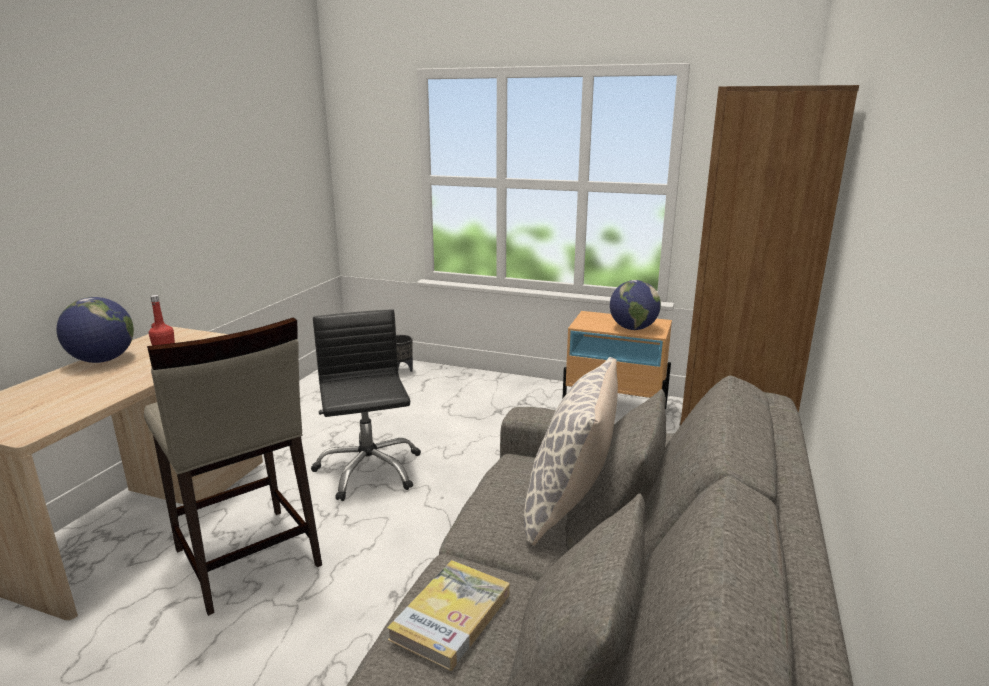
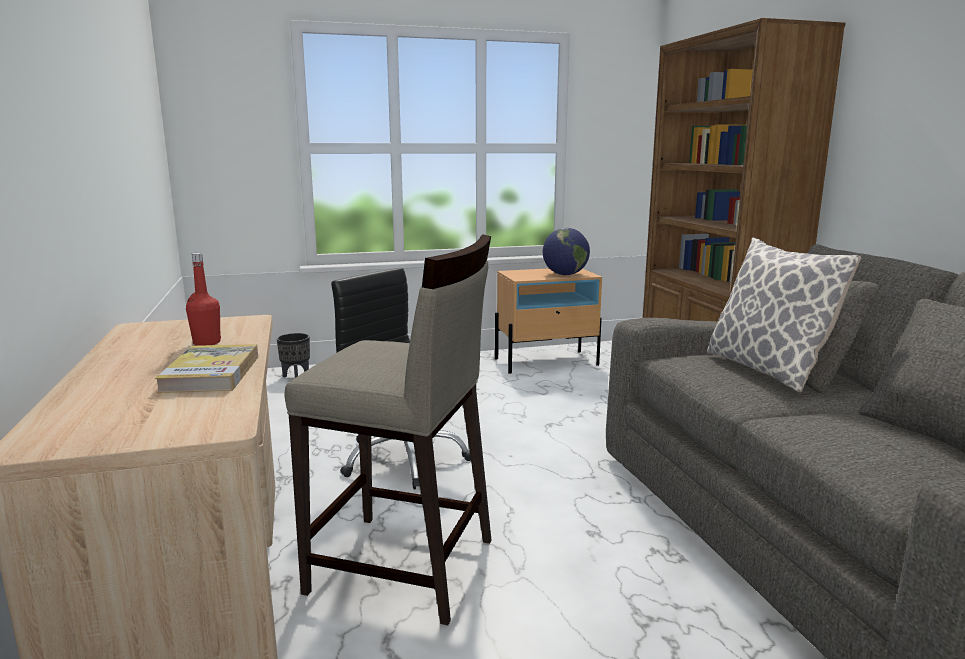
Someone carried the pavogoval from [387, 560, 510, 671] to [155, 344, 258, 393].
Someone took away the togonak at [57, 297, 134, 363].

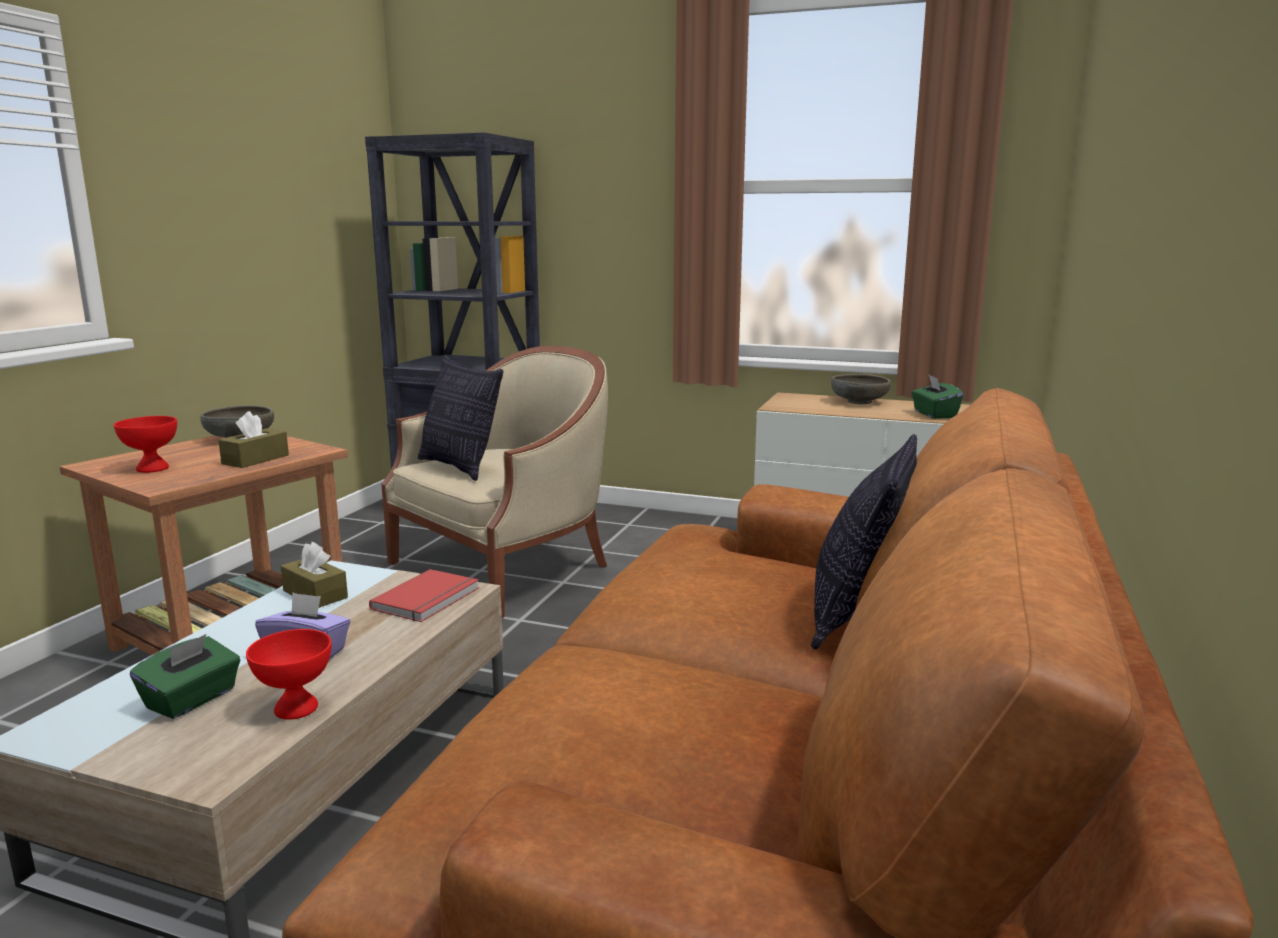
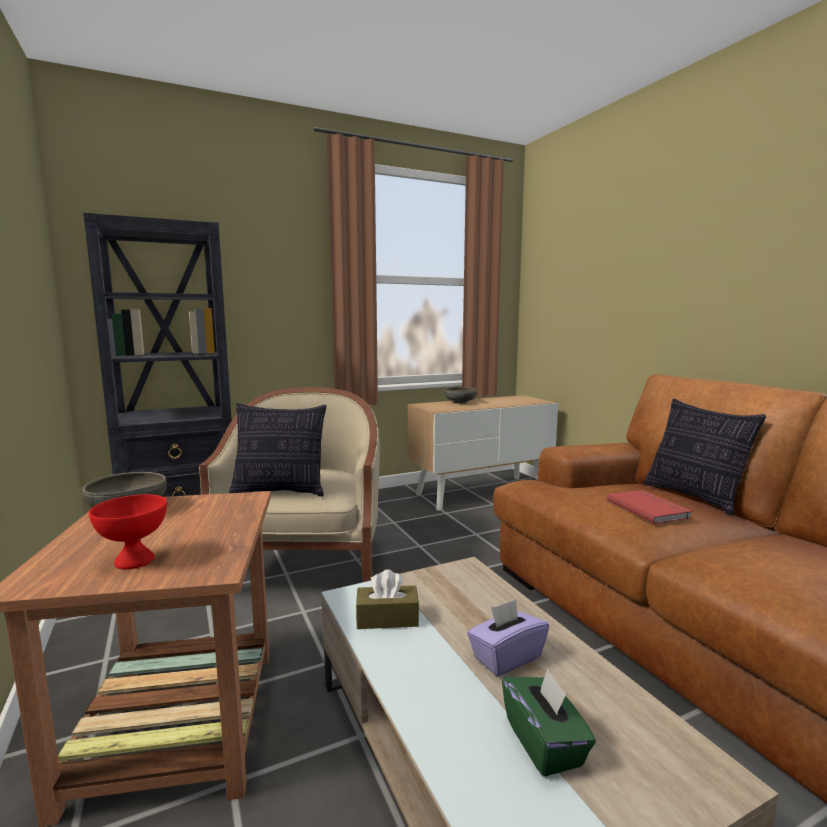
Someone carried the pavogoval (red) from [369, 569, 479, 622] to [607, 490, 693, 524].
Someone took away the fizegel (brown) at [218, 411, 289, 468].
Someone took away the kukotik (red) at [246, 629, 332, 720].
Someone took away the fizegel (green) at [911, 375, 963, 419].

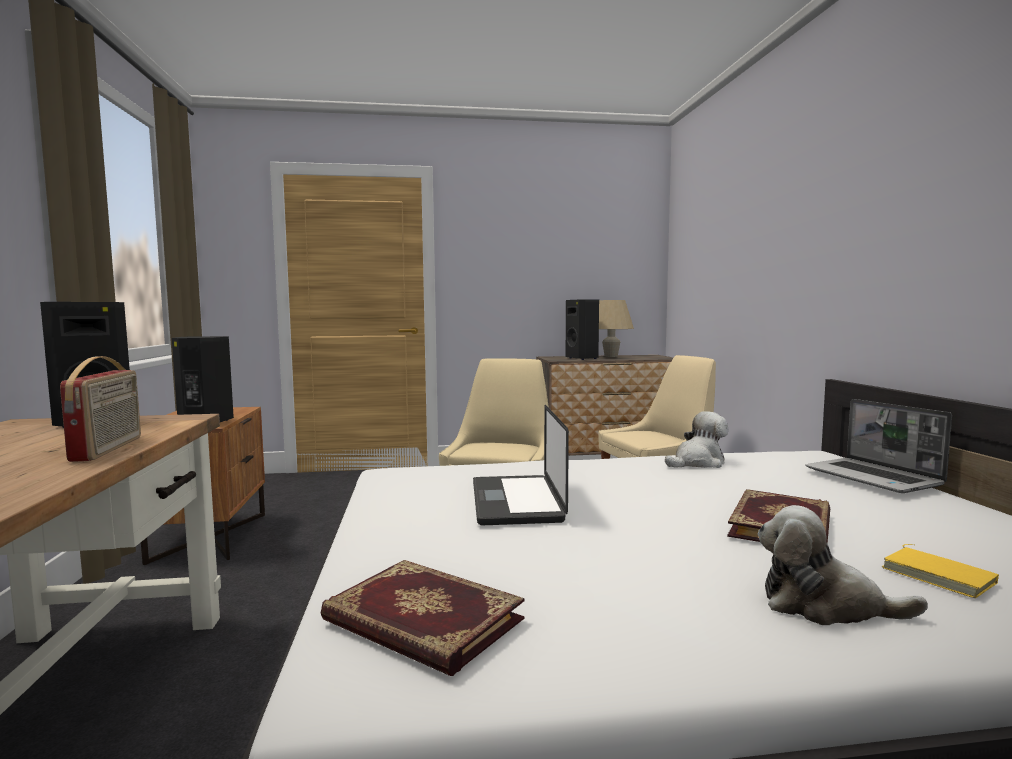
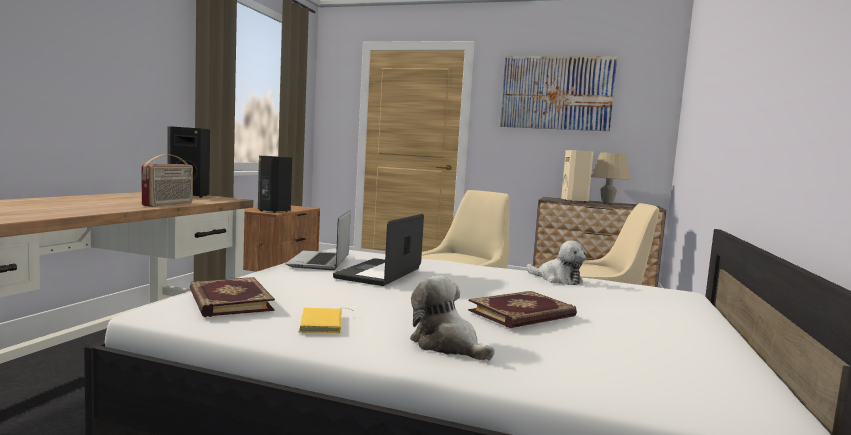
Someone carried the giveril from [805, 399, 952, 493] to [285, 210, 351, 270].
Someone carried the pavogoval (yellow) from [881, 544, 999, 598] to [299, 307, 354, 333].
Someone put up the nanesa at [500, 56, 617, 131].
Someone rotated the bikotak at [665, 411, 729, 468] by 45 degrees clockwise.
Someone repainted the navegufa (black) at [566, 299, 599, 360], which became the navegufa (beige) at [561, 150, 593, 202].

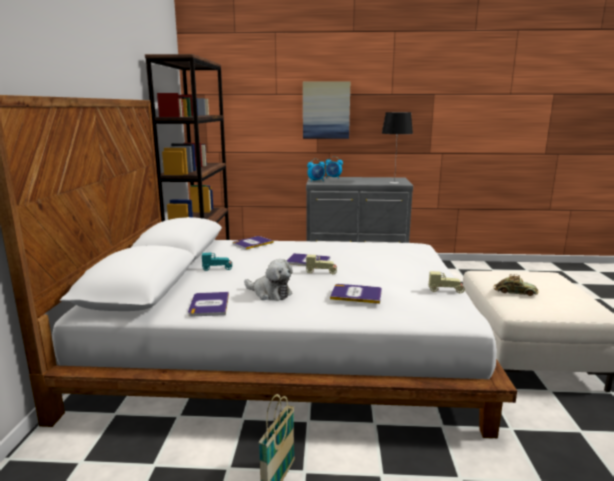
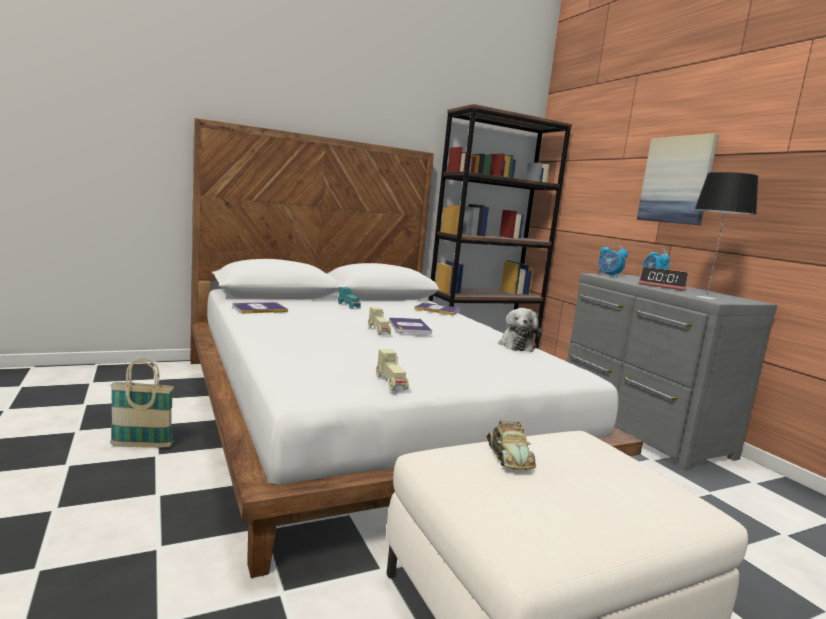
Someone carried the bikotak from [244, 259, 293, 301] to [498, 308, 542, 352].
Someone put down the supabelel at [639, 266, 689, 291].
Someone took away the pavogoval at [330, 284, 382, 304].

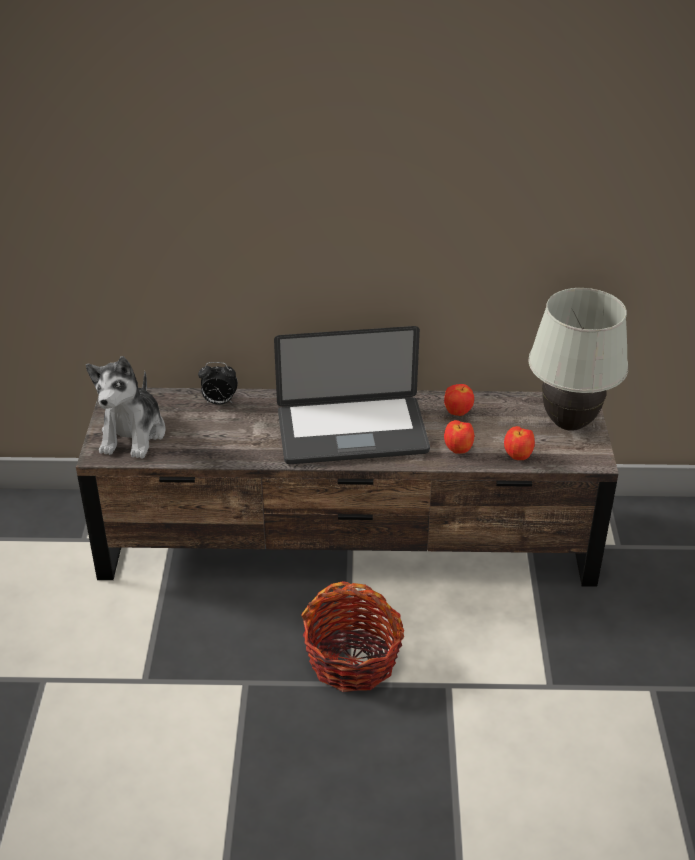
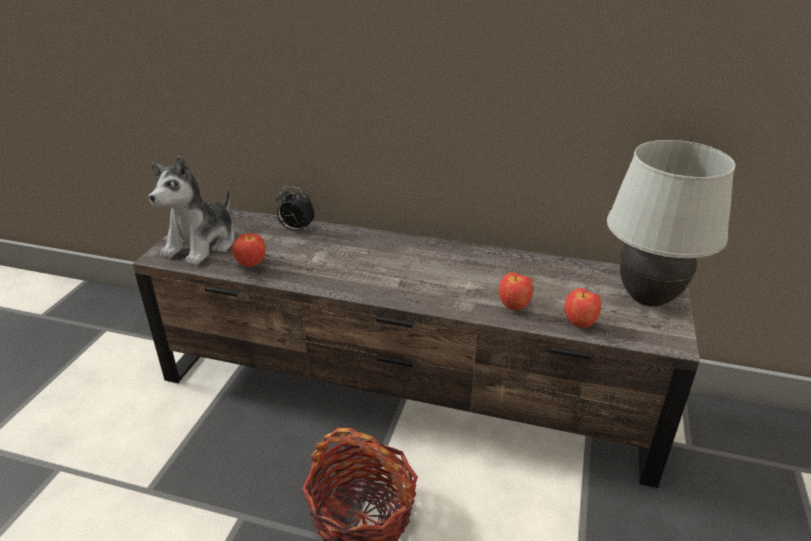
Someone carried the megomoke from [444, 384, 474, 416] to [232, 233, 266, 267].
Someone took away the giveril at [274, 326, 430, 464].

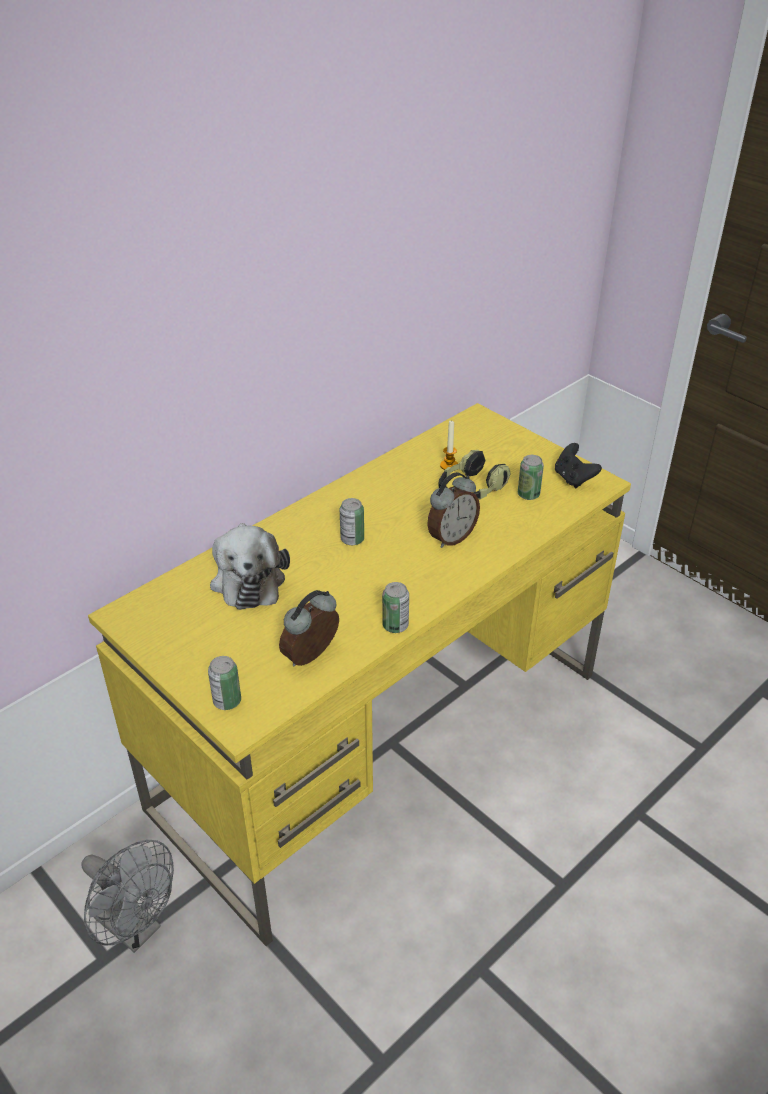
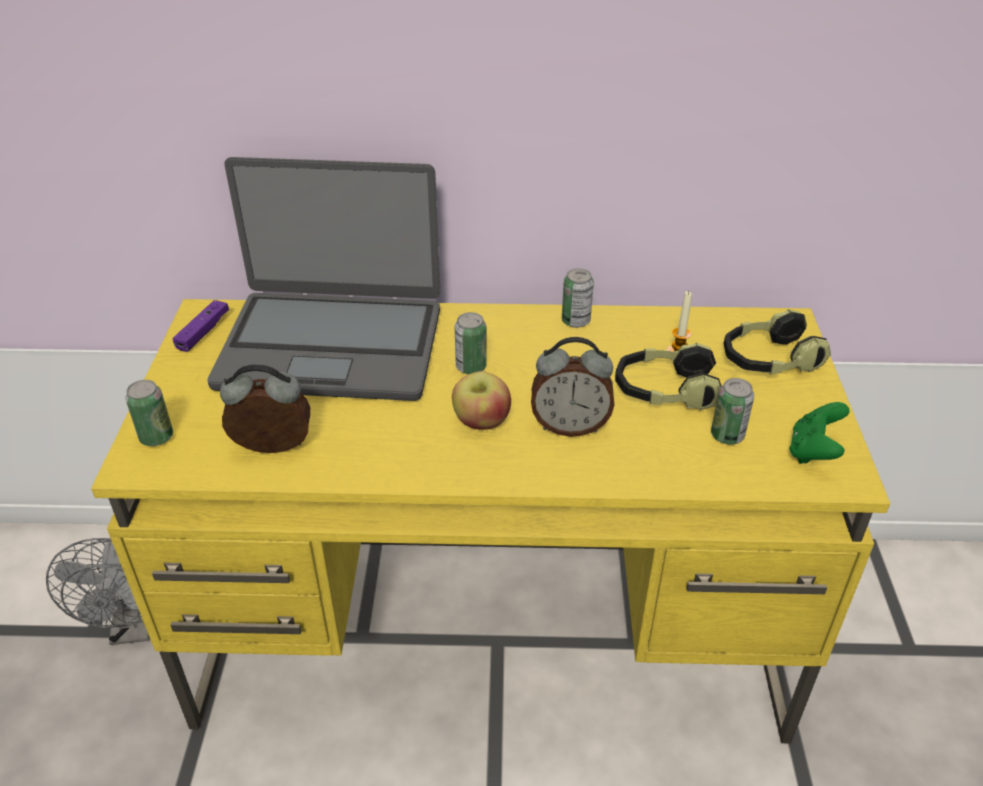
Someone put down the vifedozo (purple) at [172, 300, 229, 352].
Someone swapped the bikotak at [210, 523, 290, 610] for the giveril at [208, 157, 440, 401].
Someone put down the megomoke at [452, 371, 511, 430].
Someone carried the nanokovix from [382, 582, 409, 633] to [562, 268, 594, 328].
Someone put down the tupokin at [724, 309, 831, 374].
Someone repainted the vifedozo (black) at [555, 443, 602, 488], which became the vifedozo (green) at [789, 402, 850, 464].

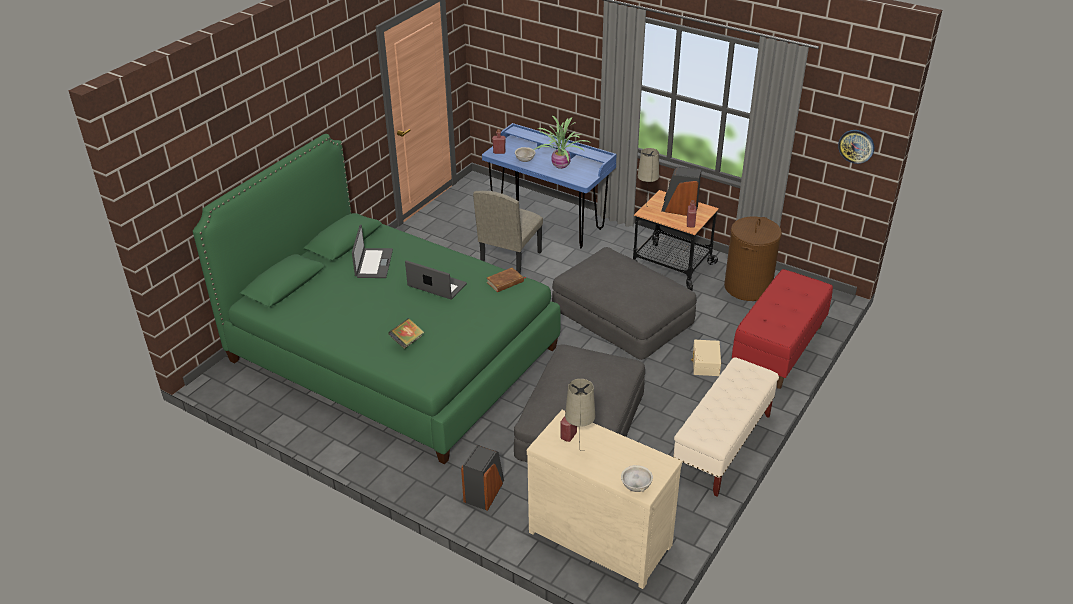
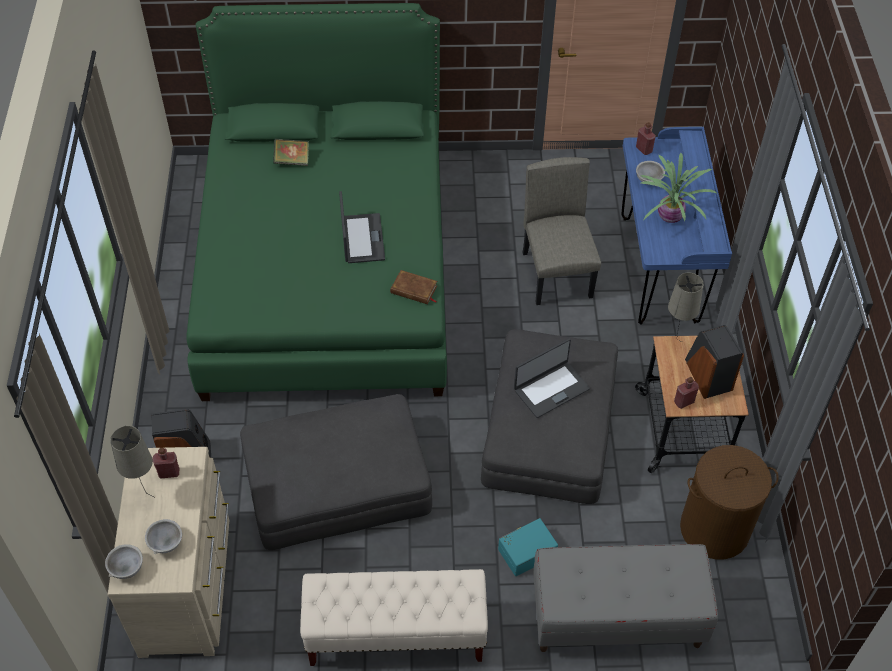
Someone put down the kukotik (grey) at [145, 519, 182, 554].
Someone carried the pavogoval from [388, 318, 424, 349] to [273, 139, 309, 166].
Someone repainted the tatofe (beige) at [691, 340, 721, 376], which became the tatofe (turquoise) at [498, 518, 558, 576].
Someone carried the giveril from [352, 225, 393, 278] to [514, 338, 590, 418].
Someone rotated the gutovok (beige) at [473, 191, 543, 274] by 90 degrees clockwise.
Someone repainted the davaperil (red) at [732, 269, 833, 389], which became the davaperil (grey) at [533, 544, 718, 652].
Someone took away the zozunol at [838, 130, 874, 164].

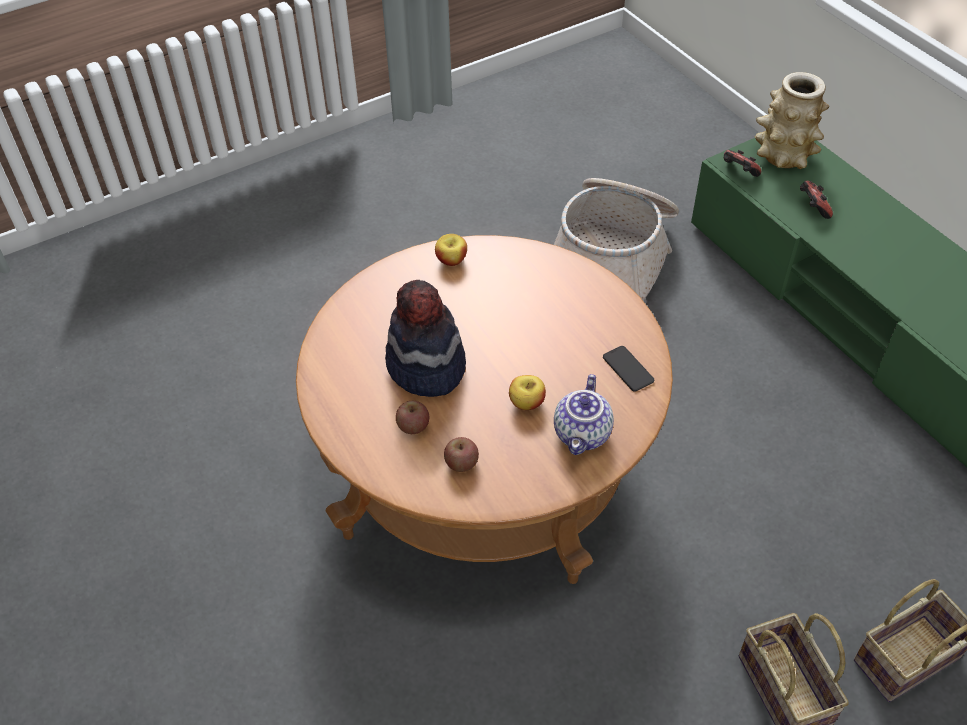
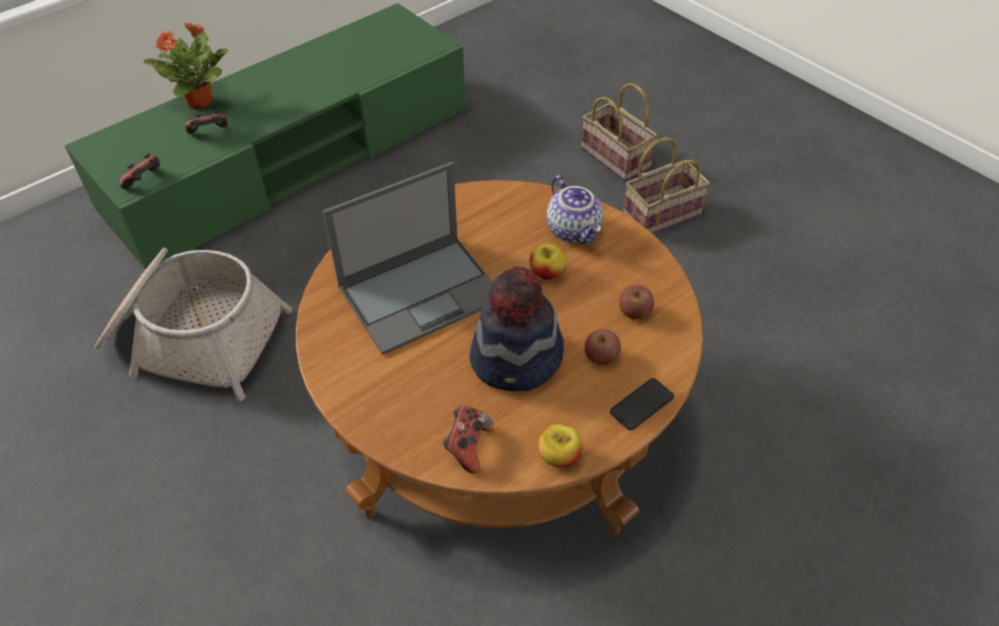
Someone put down the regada at [144, 22, 228, 110].
Someone put down the giveril at [323, 162, 493, 355].
Someone put down the vifedozo at [443, 406, 493, 474].
Someone carried the megomoke from [435, 234, 467, 266] to [538, 424, 583, 467].
Someone rotated the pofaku at [554, 374, 614, 455] by 60 degrees clockwise.
Someone carried the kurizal from [603, 346, 654, 392] to [610, 378, 674, 431].
Someone took away the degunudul at [754, 72, 829, 169].

